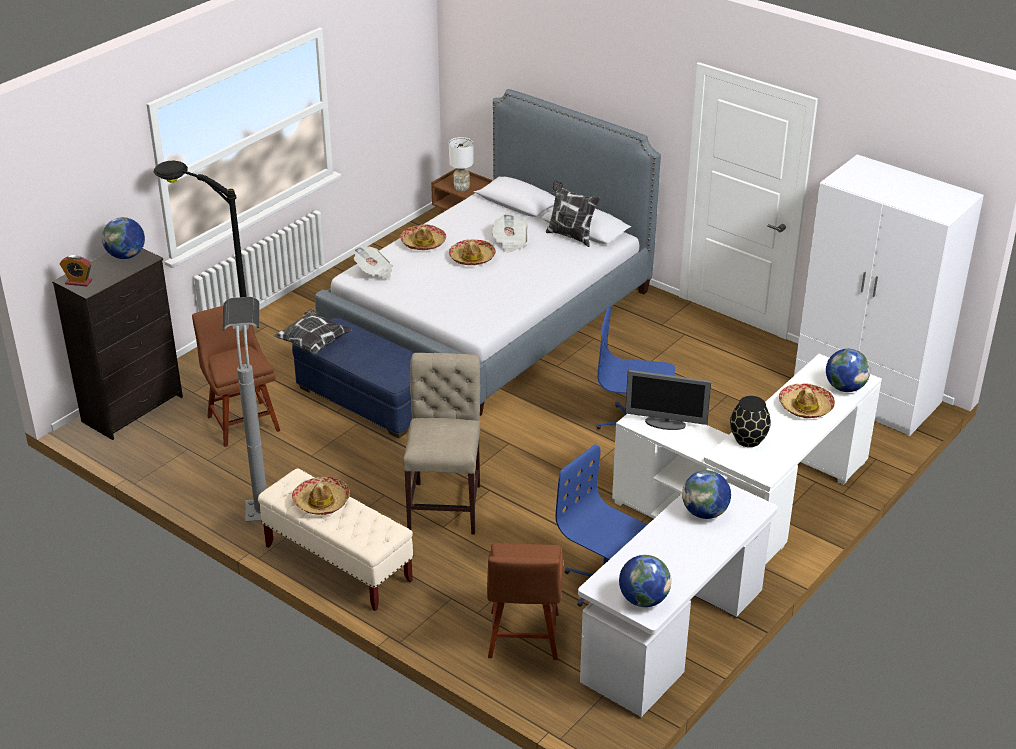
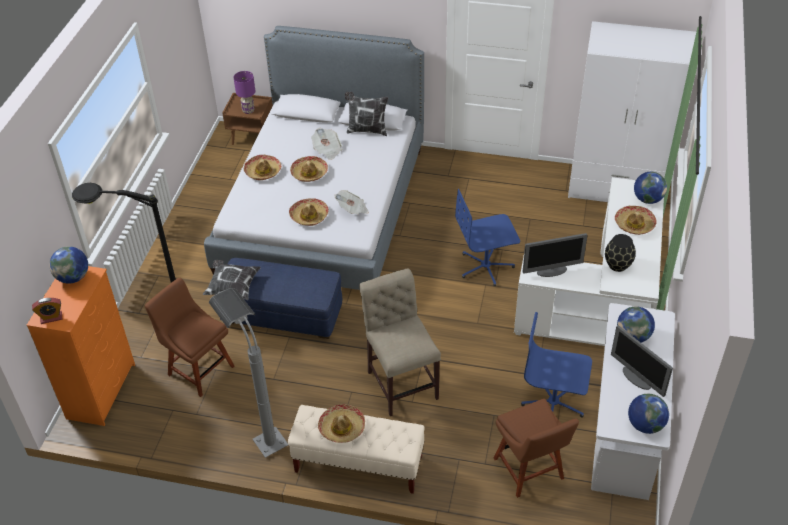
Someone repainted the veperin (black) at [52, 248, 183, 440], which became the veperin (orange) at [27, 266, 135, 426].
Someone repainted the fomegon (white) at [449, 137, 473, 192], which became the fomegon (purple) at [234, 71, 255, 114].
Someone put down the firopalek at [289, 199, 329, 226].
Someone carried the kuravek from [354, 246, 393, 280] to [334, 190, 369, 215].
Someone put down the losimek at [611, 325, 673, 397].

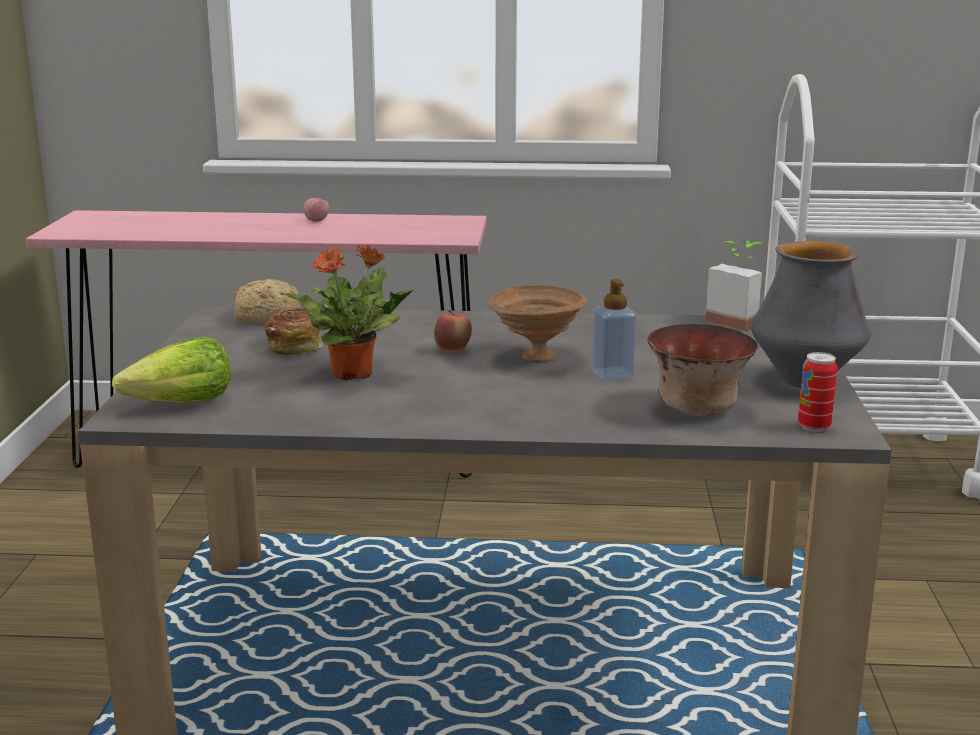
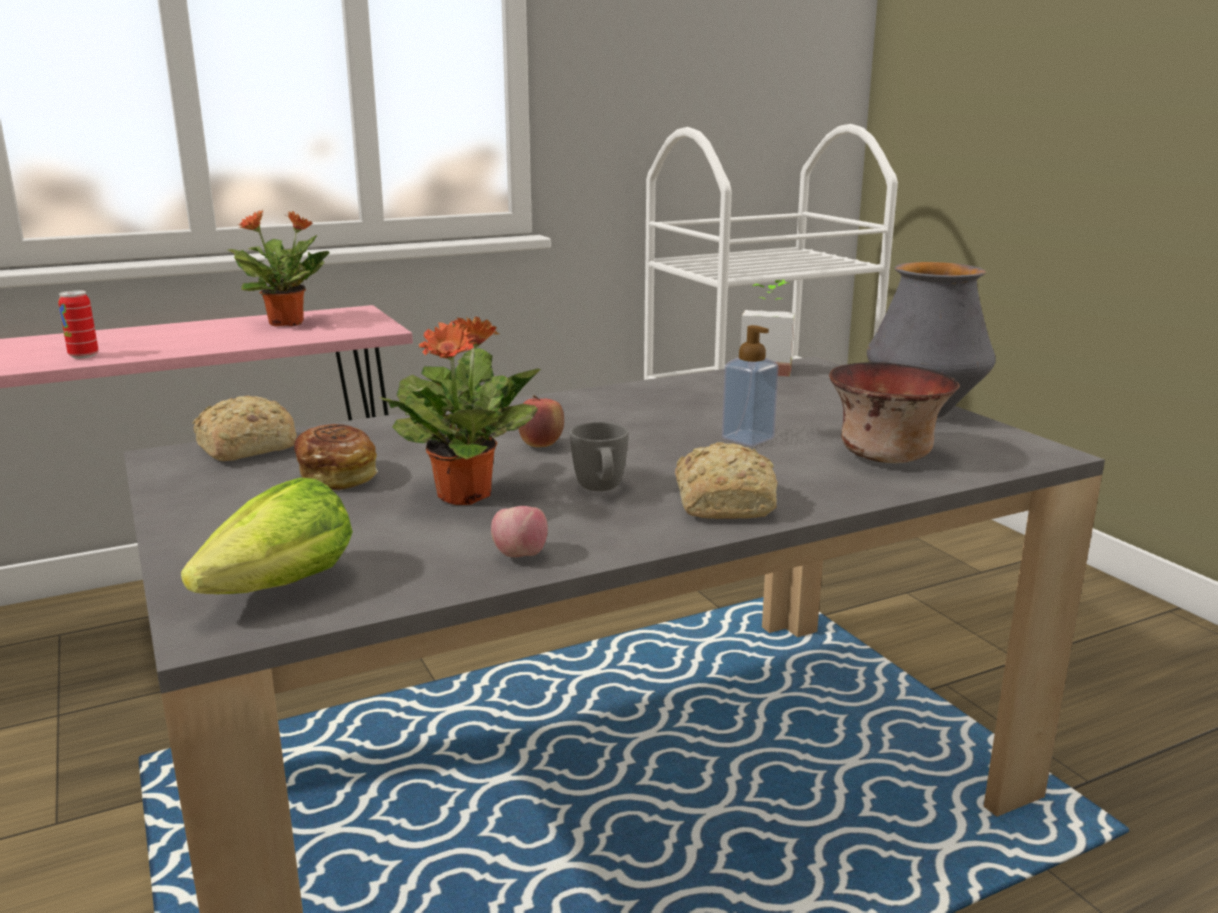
Someone carried the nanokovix from [798, 352, 837, 432] to [58, 290, 99, 359].
Someone put down the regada at [228, 209, 330, 326].
Someone carried the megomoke from [304, 198, 329, 222] to [491, 506, 548, 557].
Someone put down the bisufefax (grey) at [570, 422, 629, 491].
Someone put down the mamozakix at [675, 442, 777, 519].
Someone took away the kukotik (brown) at [488, 285, 588, 363].

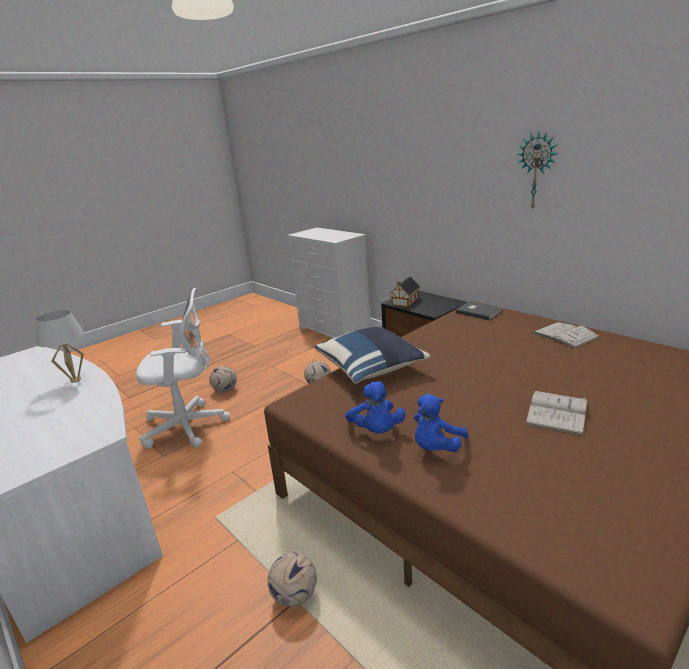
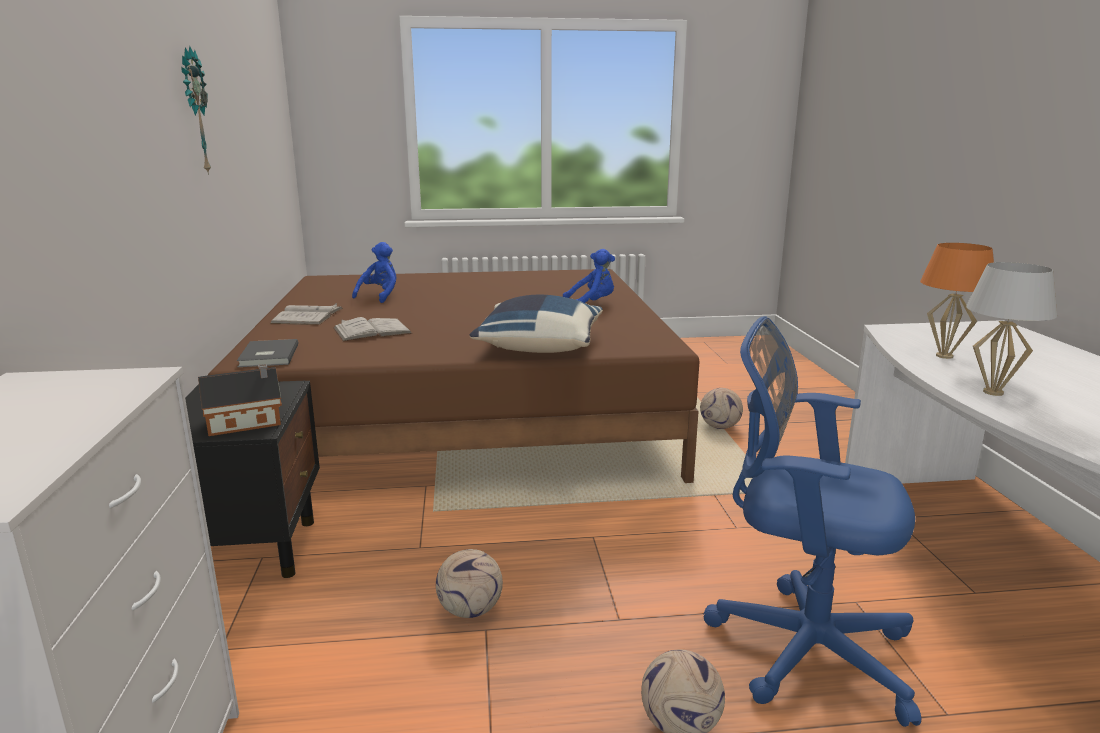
Someone carried the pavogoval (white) from [525, 391, 587, 437] to [333, 317, 412, 341].
Someone carried the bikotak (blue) from [345, 381, 406, 433] to [352, 242, 396, 303].
Someone repainted the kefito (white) at [136, 288, 230, 449], which became the kefito (blue) at [703, 316, 921, 727].
Someone put down the fomegon (orange) at [920, 243, 994, 359].

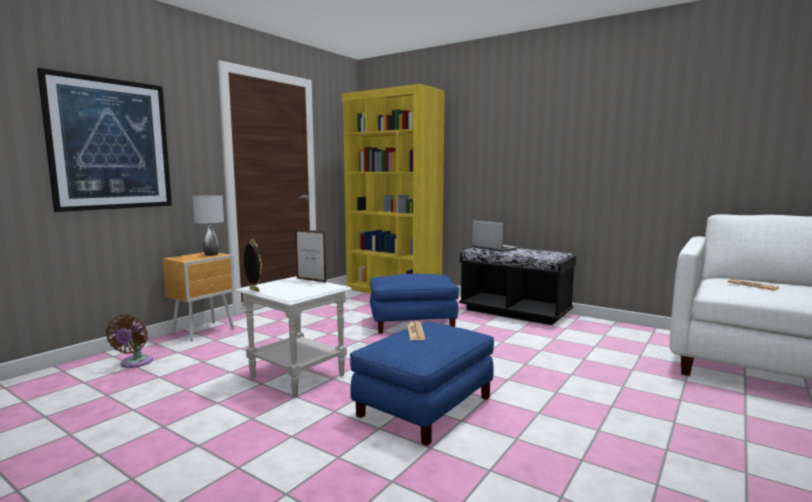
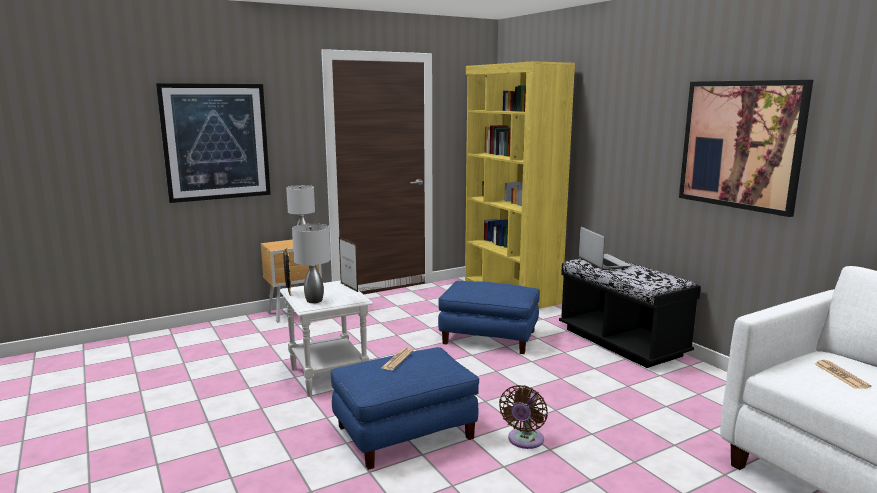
Someone put down the fomegon (grey) at [292, 224, 331, 303].
Someone carried the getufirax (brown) from [106, 314, 153, 368] to [499, 385, 548, 449].
Someone put up the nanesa at [679, 80, 813, 217].

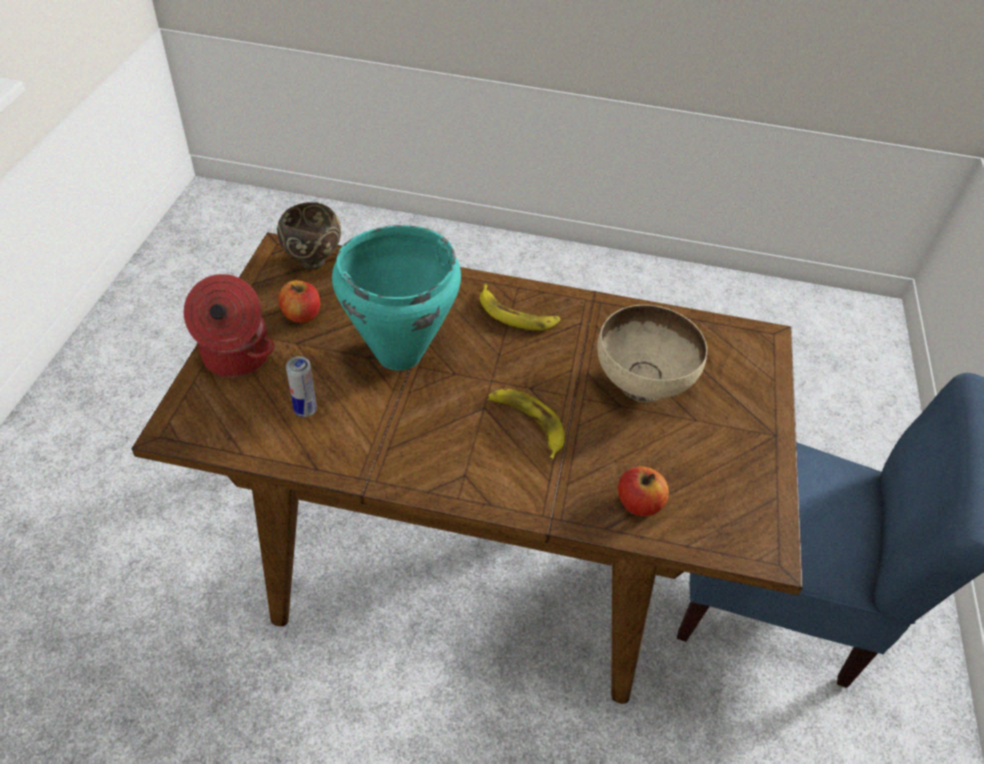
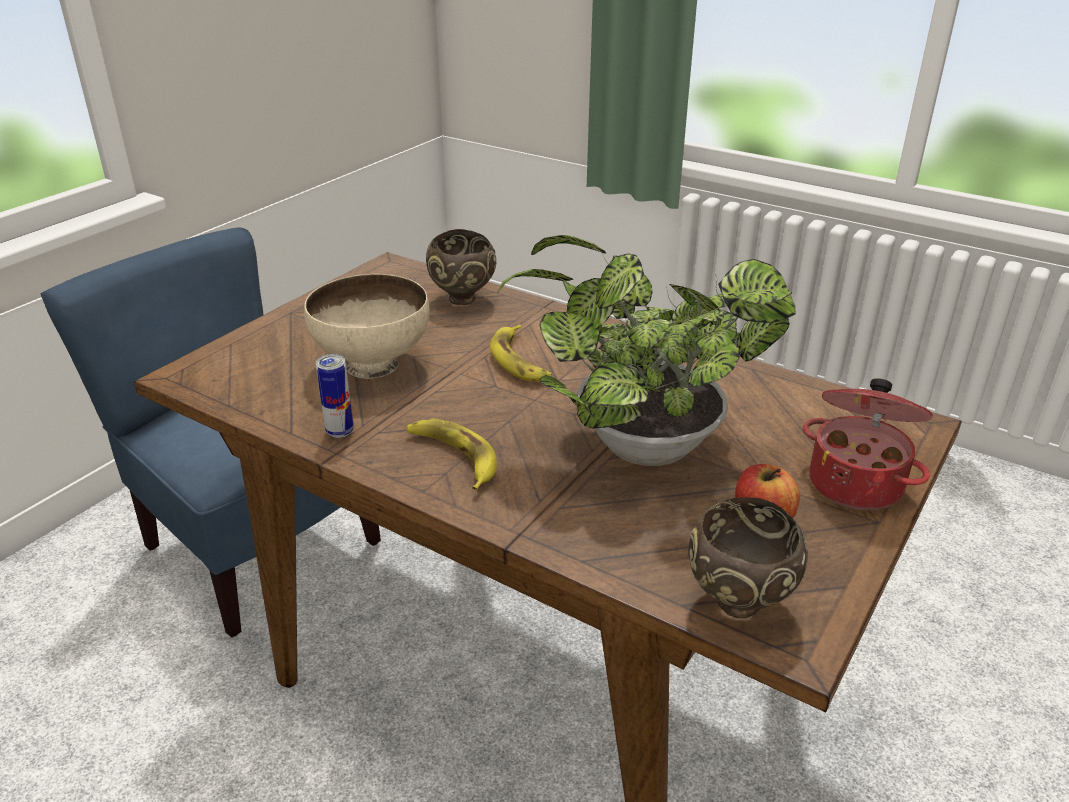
Someone carried the nanokovix from [286, 356, 317, 417] to [316, 354, 354, 438].
Someone swapped the megomoke at [618, 466, 669, 516] for the kukotik (brown) at [426, 229, 497, 305].
Someone swapped the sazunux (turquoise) at [332, 225, 461, 370] for the regada at [497, 235, 795, 466].

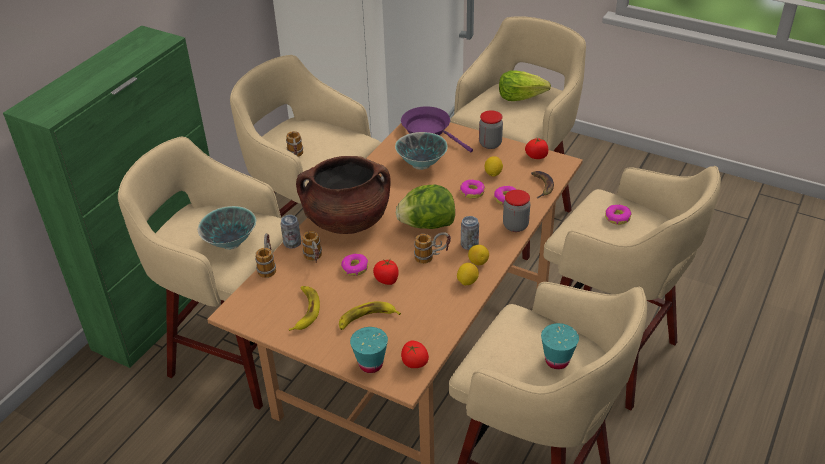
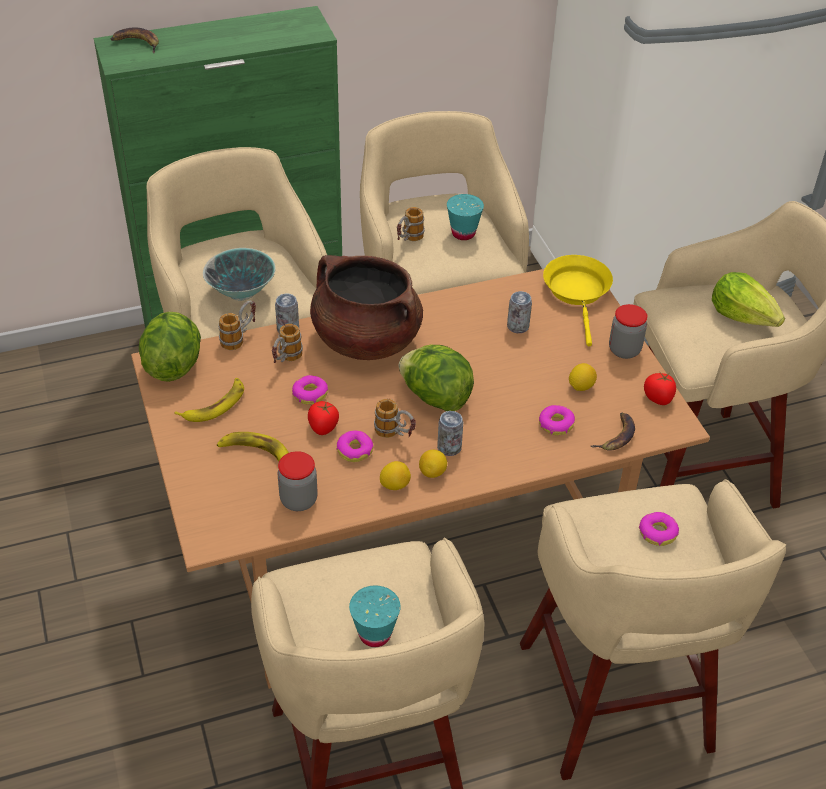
Someone put down the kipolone at [111, 27, 159, 53].
Someone put down the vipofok at [139, 311, 201, 382].
Someone carried the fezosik from [503, 190, 530, 232] to [278, 451, 317, 511].
Someone carried the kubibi from [460, 179, 485, 199] to [336, 430, 374, 462].
Someone carried the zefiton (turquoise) from [350, 327, 388, 373] to [447, 194, 484, 240].
Someone swapped the kukotik at [395, 132, 448, 170] for the nanokovix at [507, 291, 532, 333].
Someone repainted the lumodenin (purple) at [401, 107, 473, 152], which became the lumodenin (yellow) at [543, 255, 613, 346].
Someone took away the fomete at [401, 341, 429, 368].

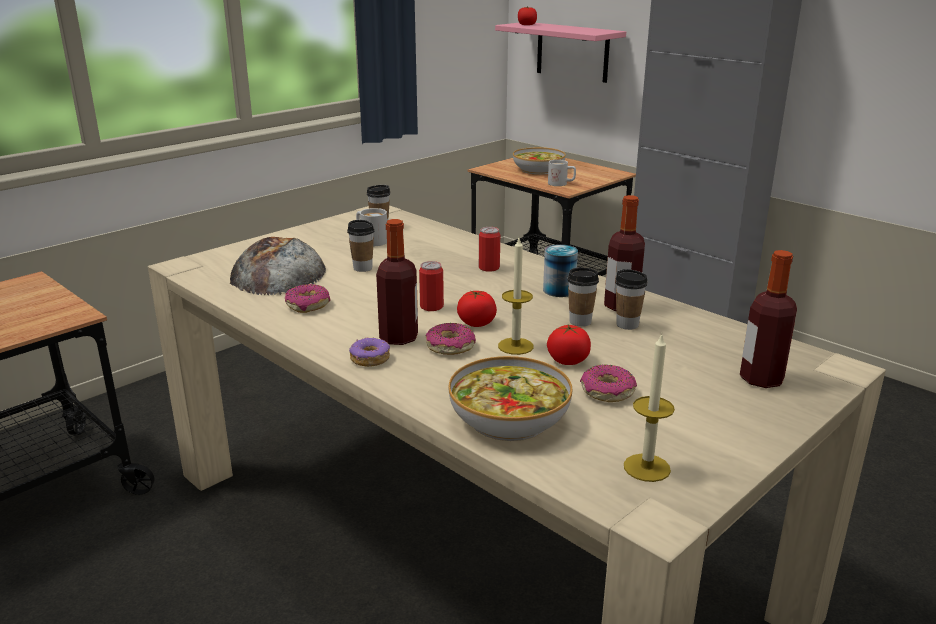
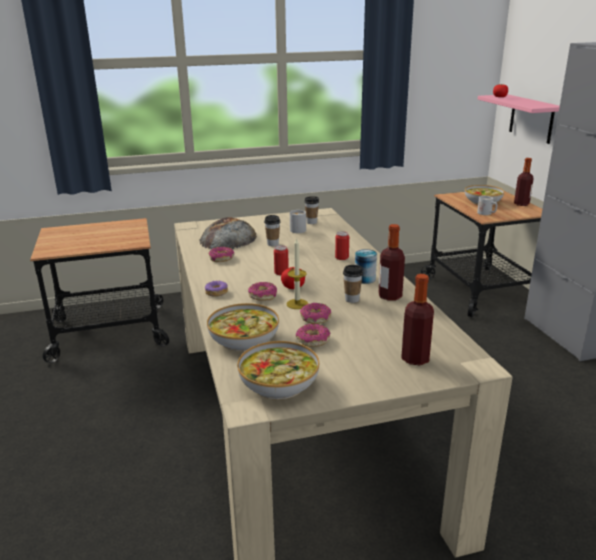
Someone swapped the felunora at [624, 332, 675, 482] for the kukotik at [237, 341, 319, 400].
Someone swapped the fomete at [547, 324, 591, 365] for the kubibi at [300, 303, 331, 324].
Someone carried the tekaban from [376, 219, 418, 345] to [514, 158, 534, 206].
Someone took away the zefiton at [615, 269, 648, 330].

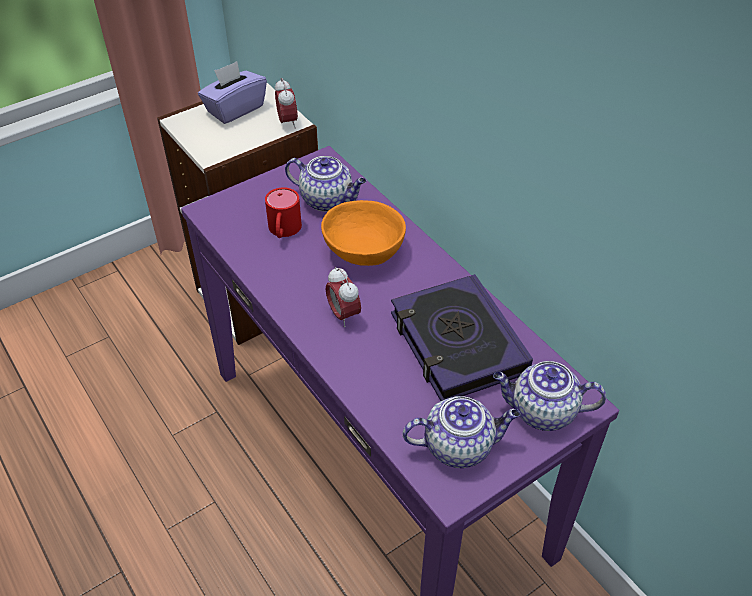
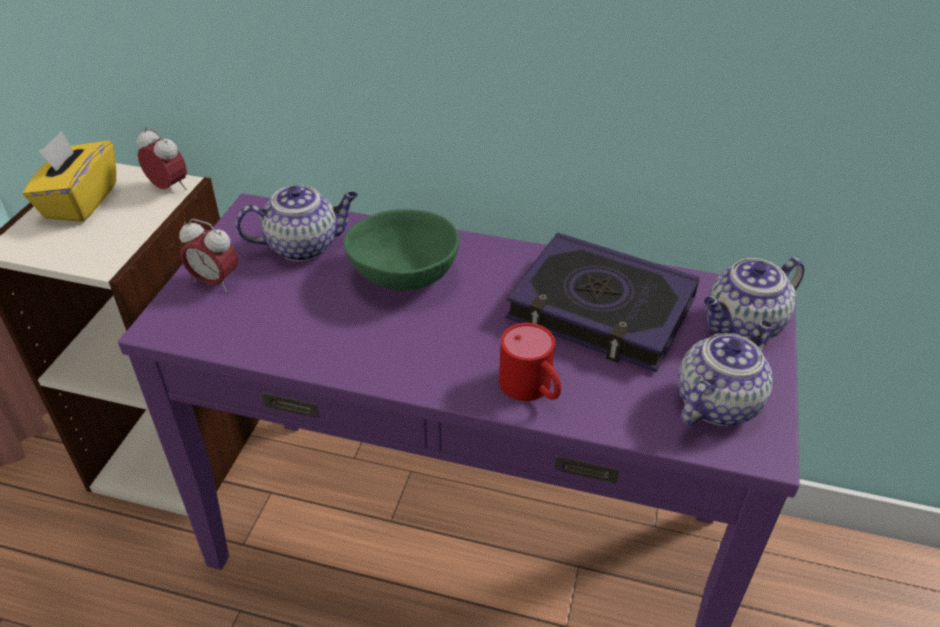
Someone repainted the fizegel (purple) at [198, 61, 267, 124], which became the fizegel (yellow) at [23, 131, 116, 222].
Someone carried the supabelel from [326, 267, 361, 327] to [179, 219, 238, 292].
Someone repainted the kukotik (orange) at [321, 200, 406, 266], which became the kukotik (green) at [344, 209, 459, 291].
Someone carried the bisufefax (red) from [265, 187, 302, 238] to [499, 323, 561, 401].

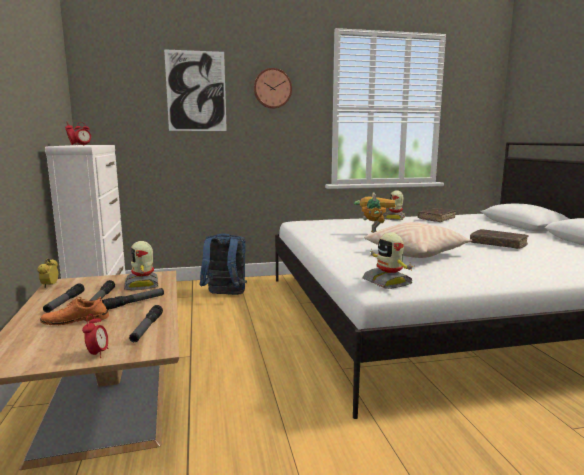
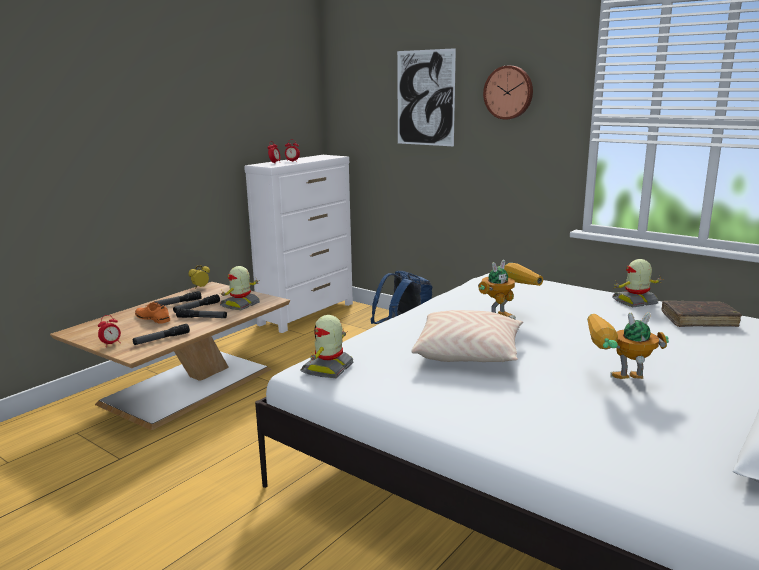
Someone swapped the pavogoval (brown) at [470, 229, 528, 249] for the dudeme at [587, 312, 669, 379].

